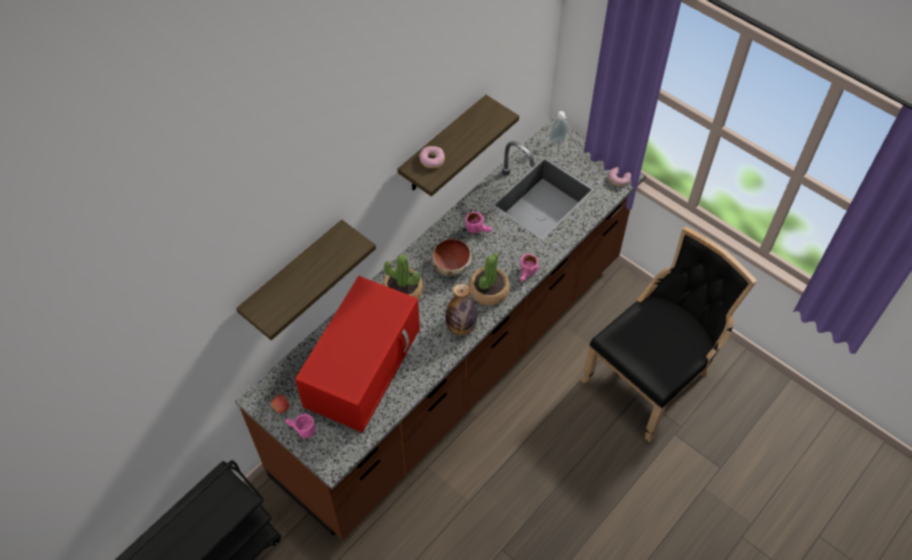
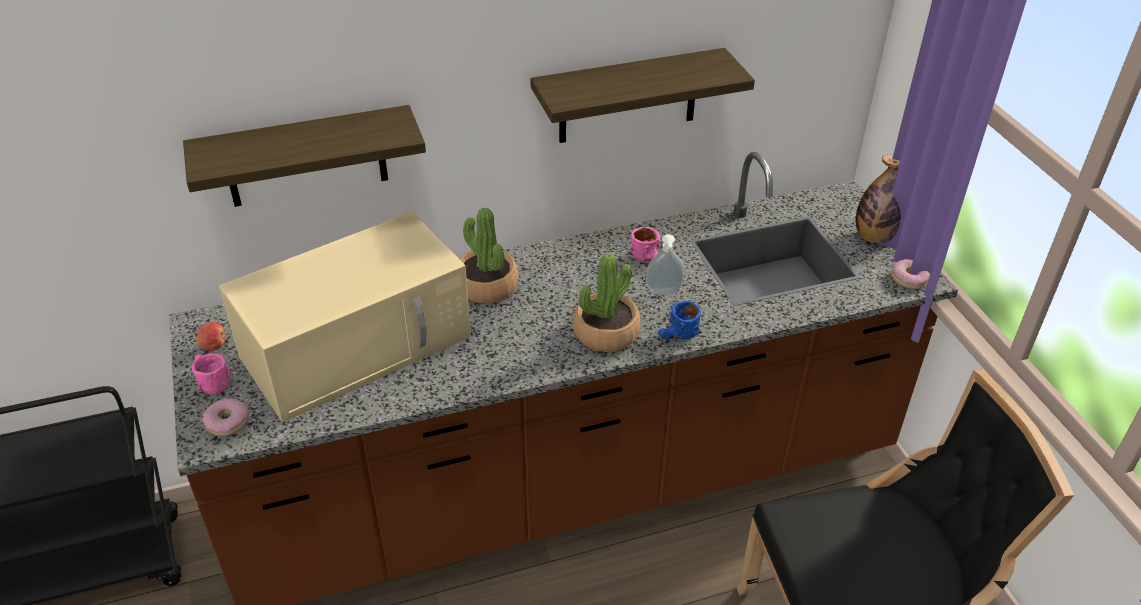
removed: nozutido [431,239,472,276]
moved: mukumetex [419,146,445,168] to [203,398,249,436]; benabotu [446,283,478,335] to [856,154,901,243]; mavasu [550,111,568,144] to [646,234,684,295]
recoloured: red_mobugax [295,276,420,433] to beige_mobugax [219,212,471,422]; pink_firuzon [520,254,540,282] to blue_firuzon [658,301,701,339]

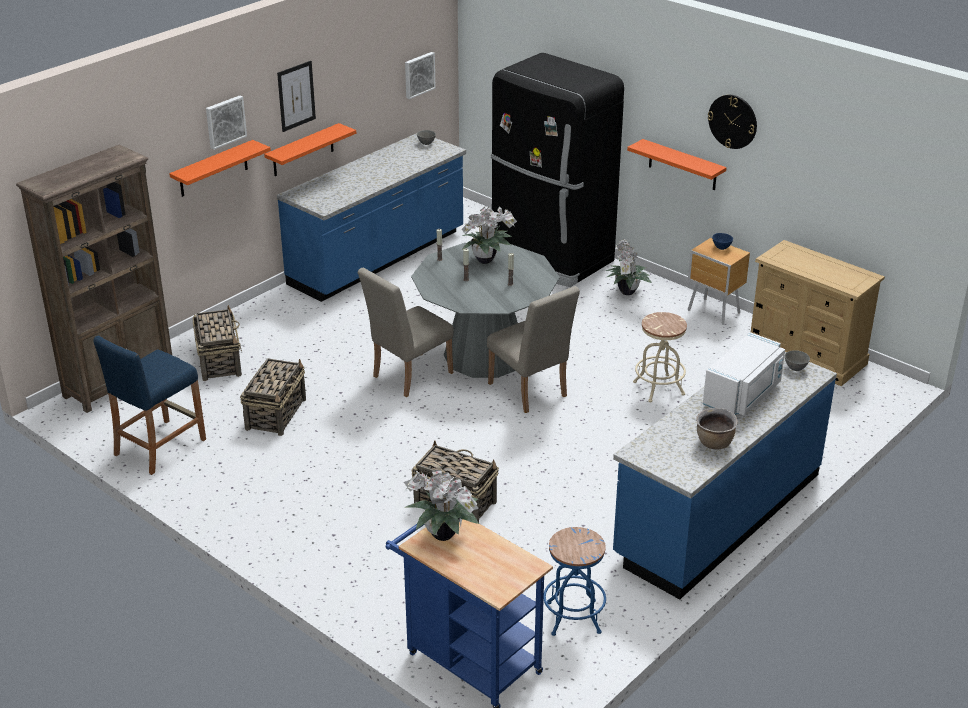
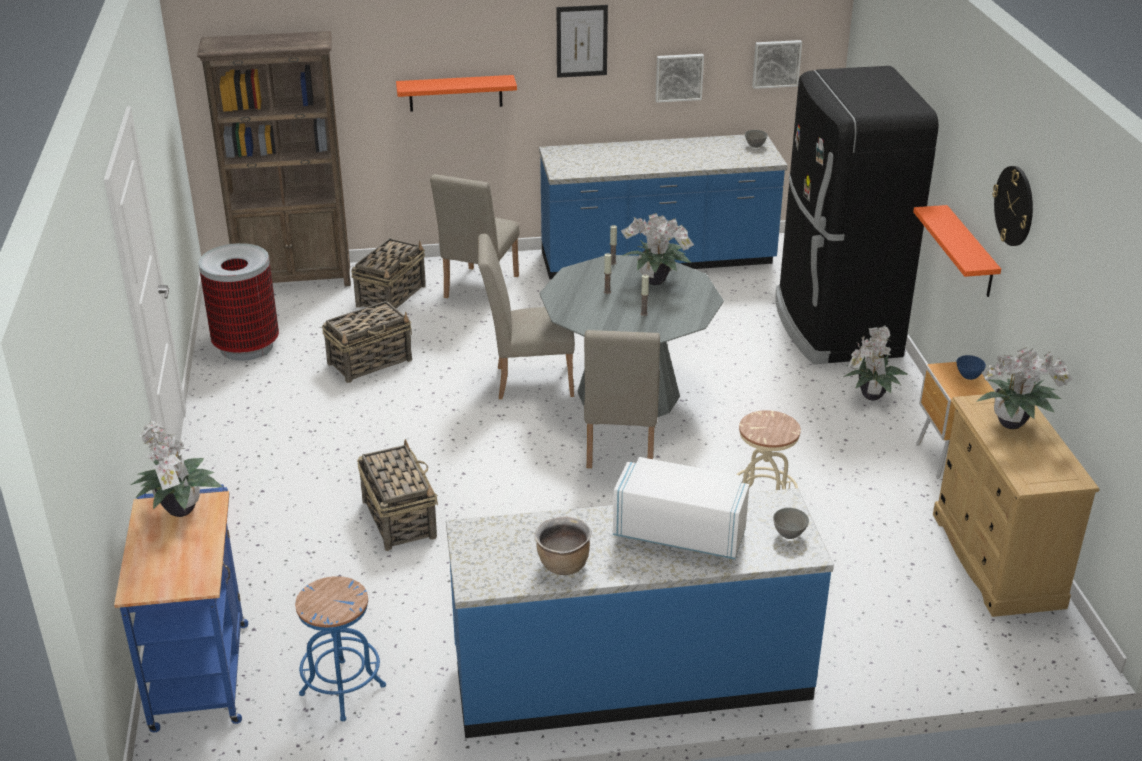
removed: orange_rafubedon [264,123,356,176]
added: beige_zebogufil [430,174,520,298]; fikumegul [976,347,1073,429]
moved: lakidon [206,95,247,150] to [655,54,704,103]
replaced: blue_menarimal [93,336,206,475] to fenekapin [198,243,279,361]
turned: white_mobugax [703,332,785,416] = [613,457,749,559] 150 degrees counterclockwise

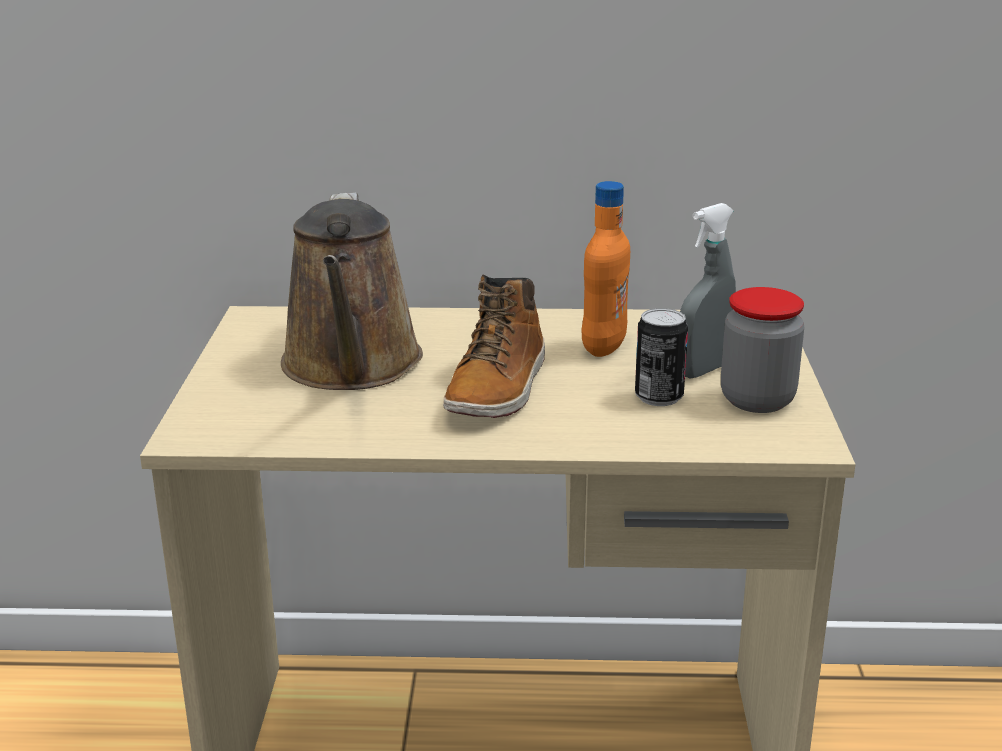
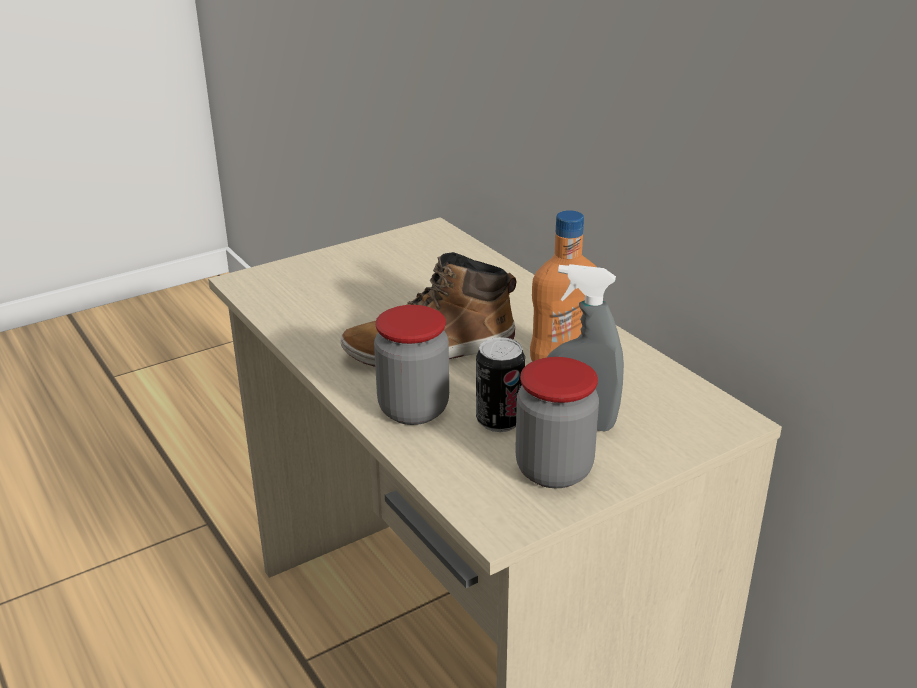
removed: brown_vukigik [281,192,423,390]
added: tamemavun [374,305,449,425]

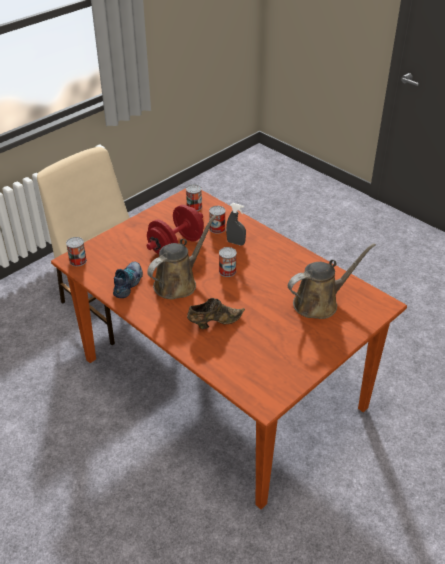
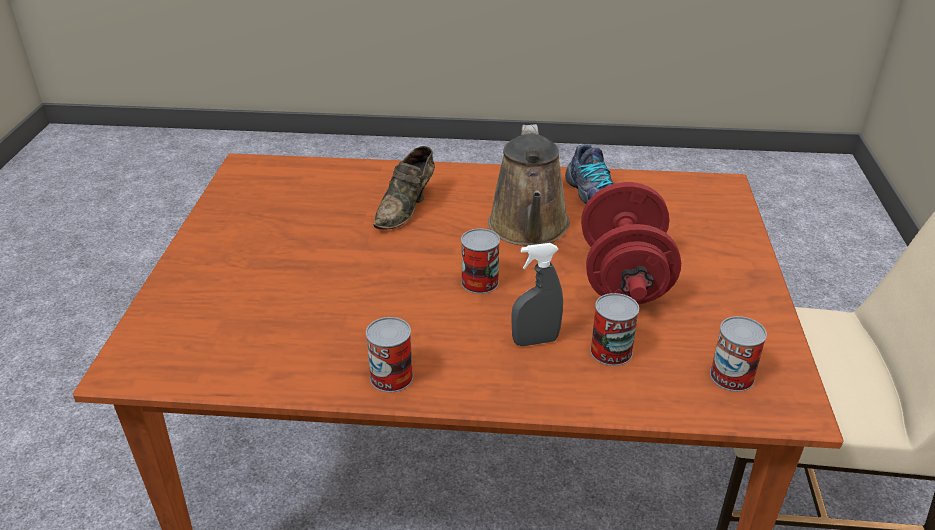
removed: brown_vukigik [288,243,376,319]
moved: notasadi [66,237,87,266] to [366,317,413,392]

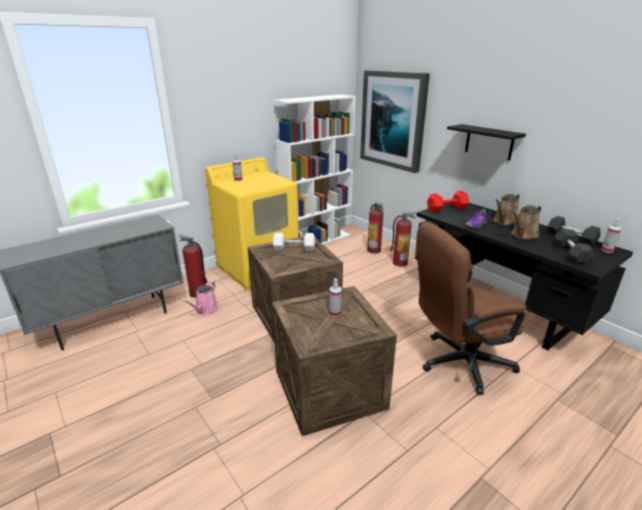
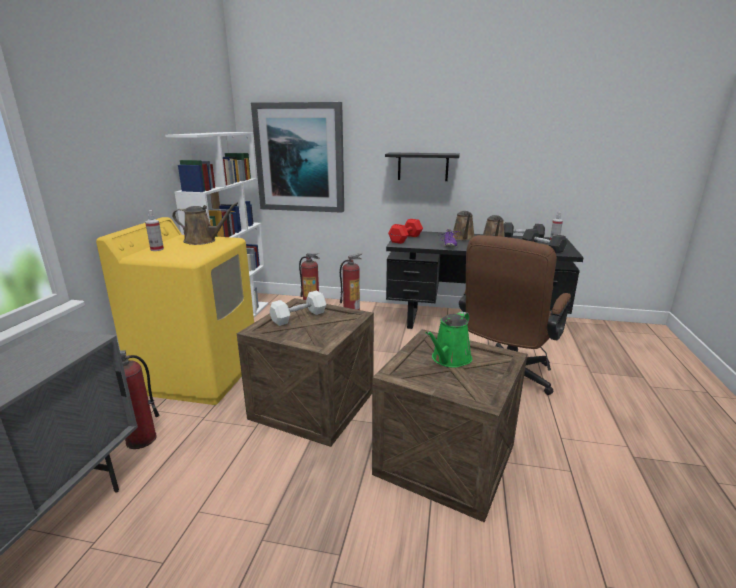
removed: pink_vukigik [183,282,219,315]
added: brown_vukigik [172,202,238,245]
replaced: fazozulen [329,279,342,317] to green_vukigik [426,311,472,368]

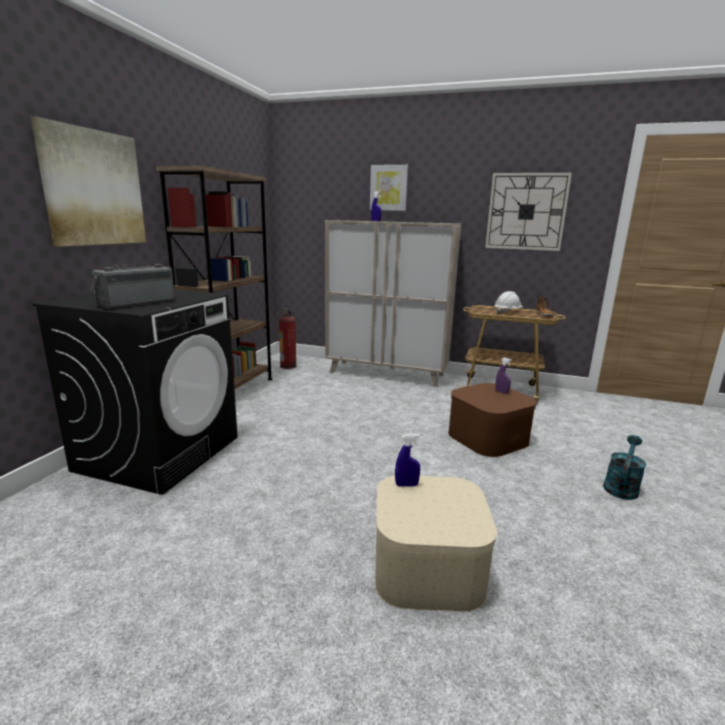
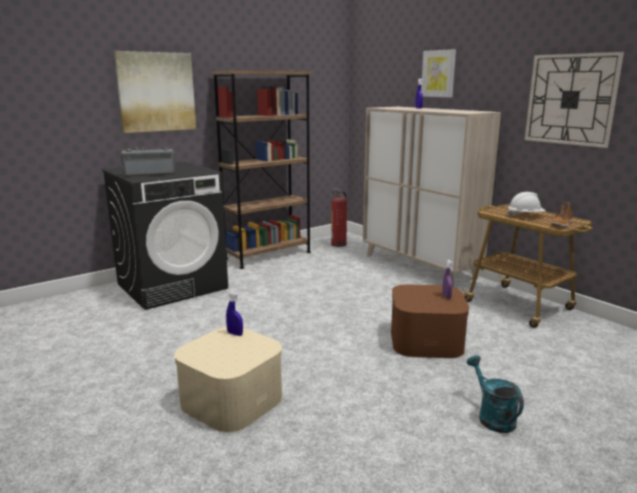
turned: turquoise_vukigik [603,435,646,500] = [467,355,524,433] 90 degrees counterclockwise

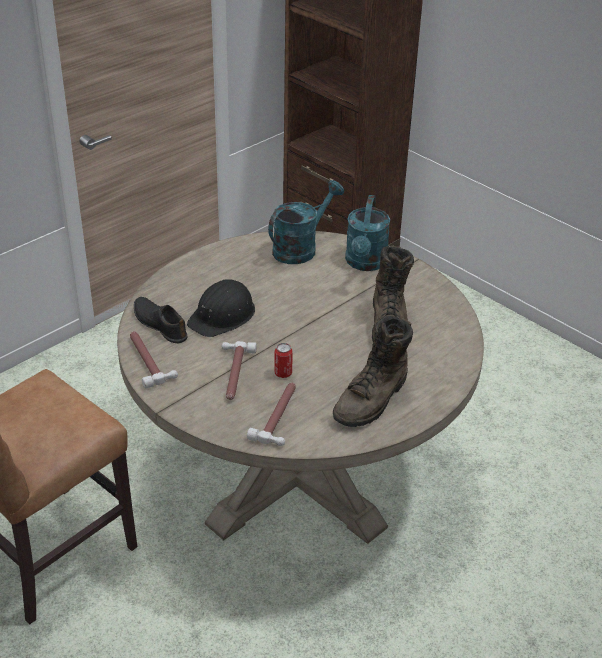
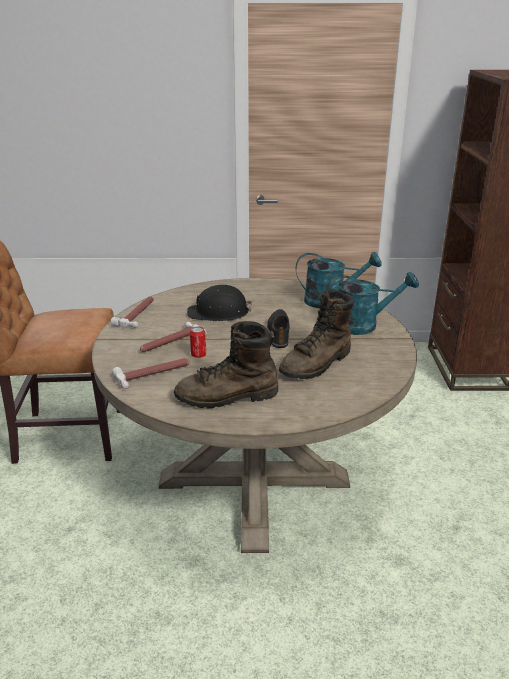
moved: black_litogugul [134,297,188,343] to [267,309,290,348]
turned: turquoise_vukigik [345,195,390,271] = [326,272,419,335] 150 degrees counterclockwise

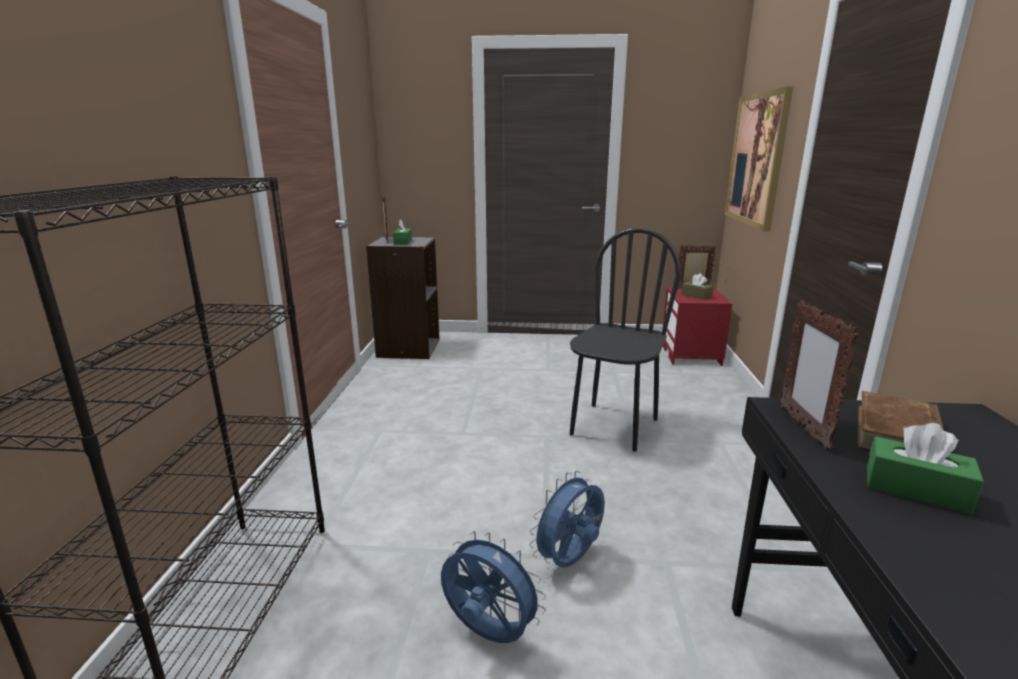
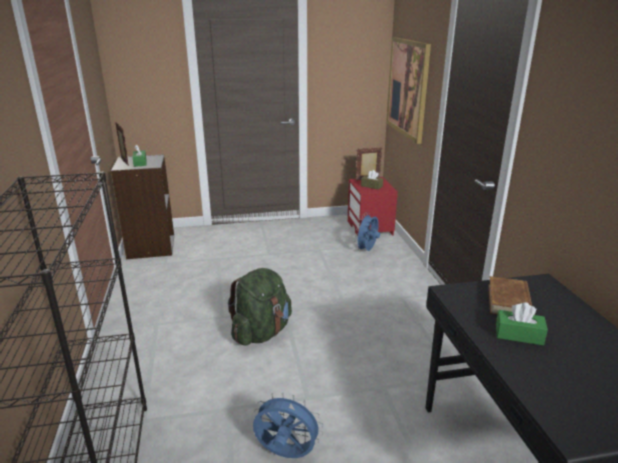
removed: black_zebogufil [570,228,681,452]; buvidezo [780,300,859,450]
added: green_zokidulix [228,268,292,346]
moved: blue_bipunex [529,470,605,568] to [355,214,380,252]

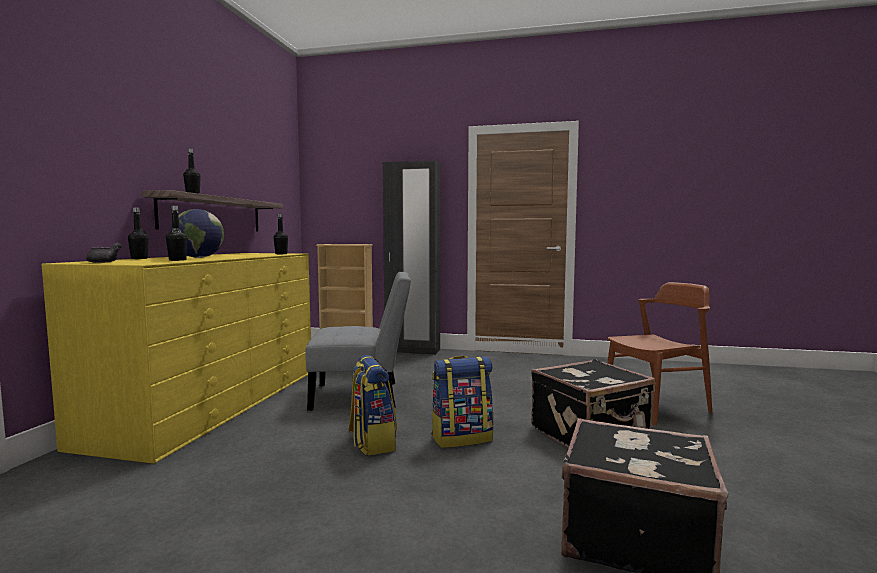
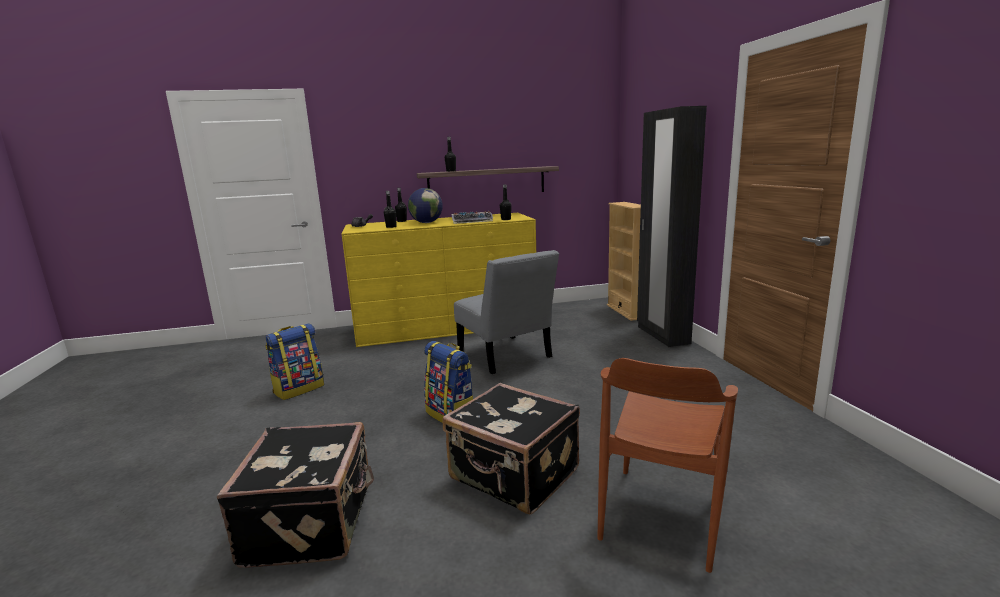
added: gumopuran [452,211,493,224]
moved: zokidulix [348,355,397,455] to [265,324,324,400]
turned: brown_zebogufil [607,282,712,425] = [597,358,738,573] 75 degrees clockwise

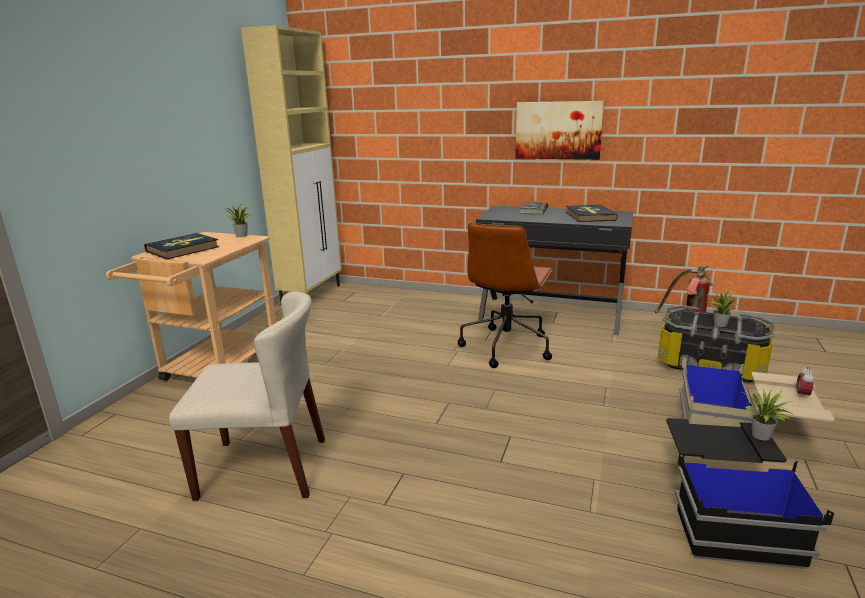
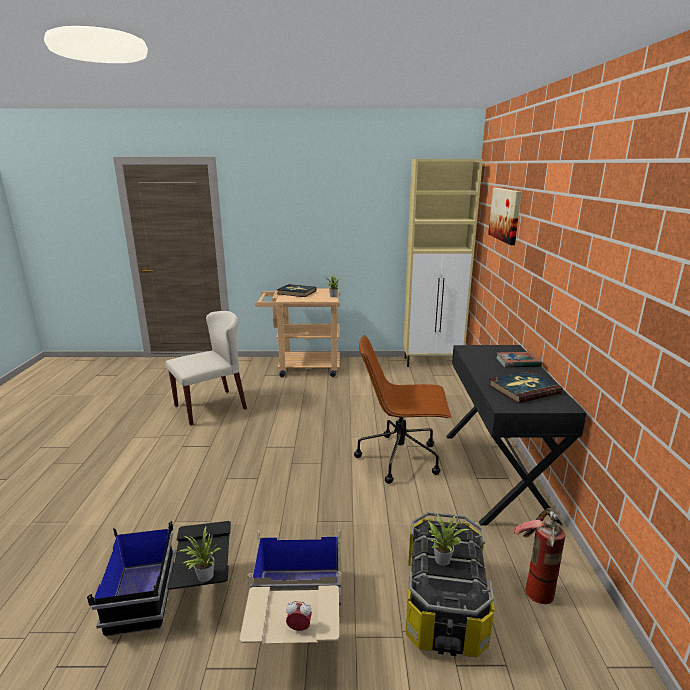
moved: lakidon [515,101,604,160] to [488,188,522,245]
turned: beige_zebogufil [169,291,325,501] = [166,311,247,425] 105 degrees counterclockwise

